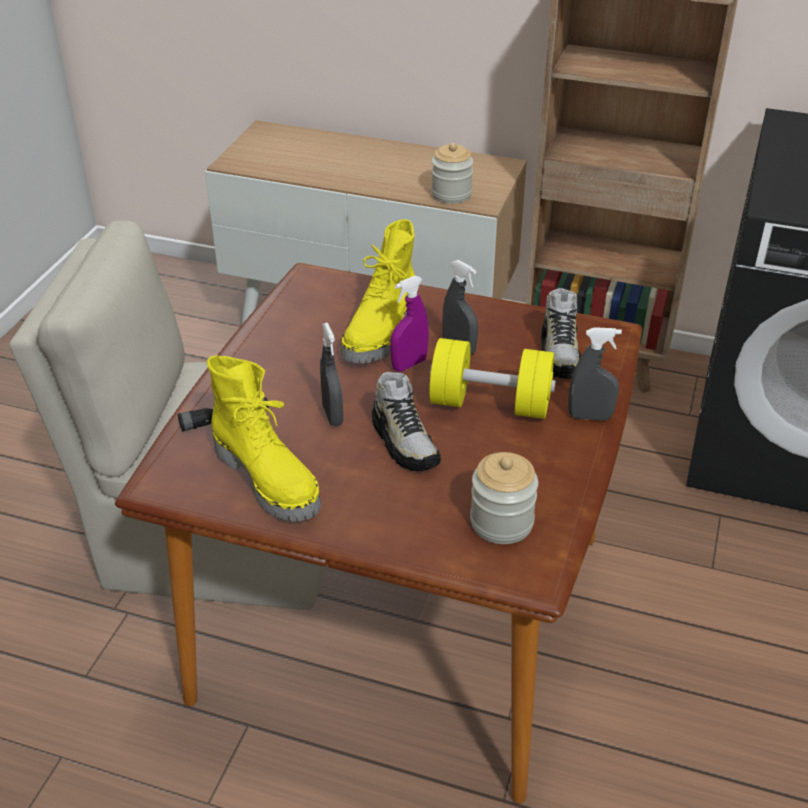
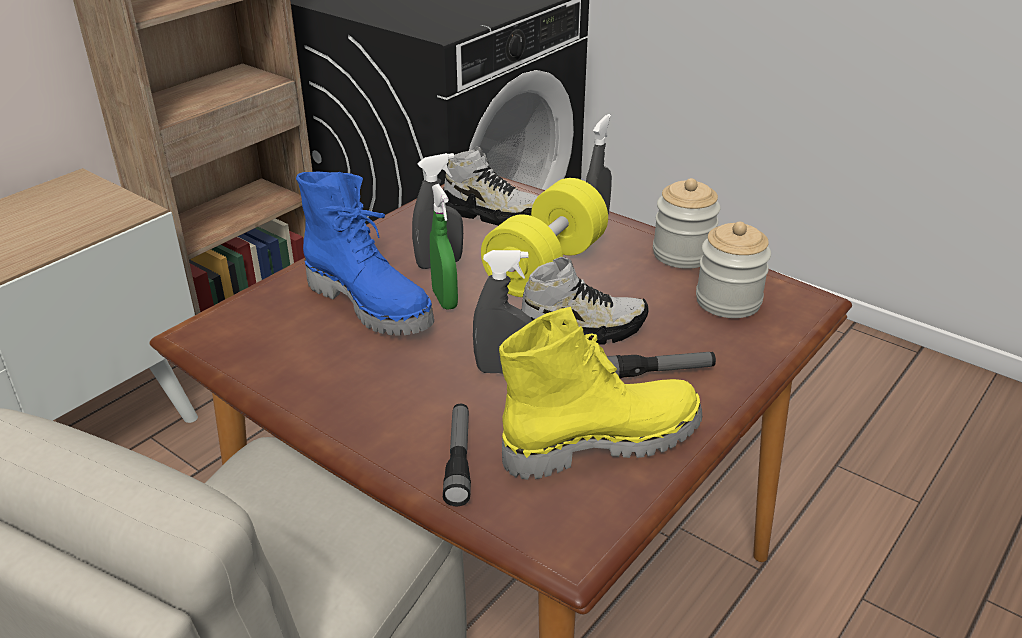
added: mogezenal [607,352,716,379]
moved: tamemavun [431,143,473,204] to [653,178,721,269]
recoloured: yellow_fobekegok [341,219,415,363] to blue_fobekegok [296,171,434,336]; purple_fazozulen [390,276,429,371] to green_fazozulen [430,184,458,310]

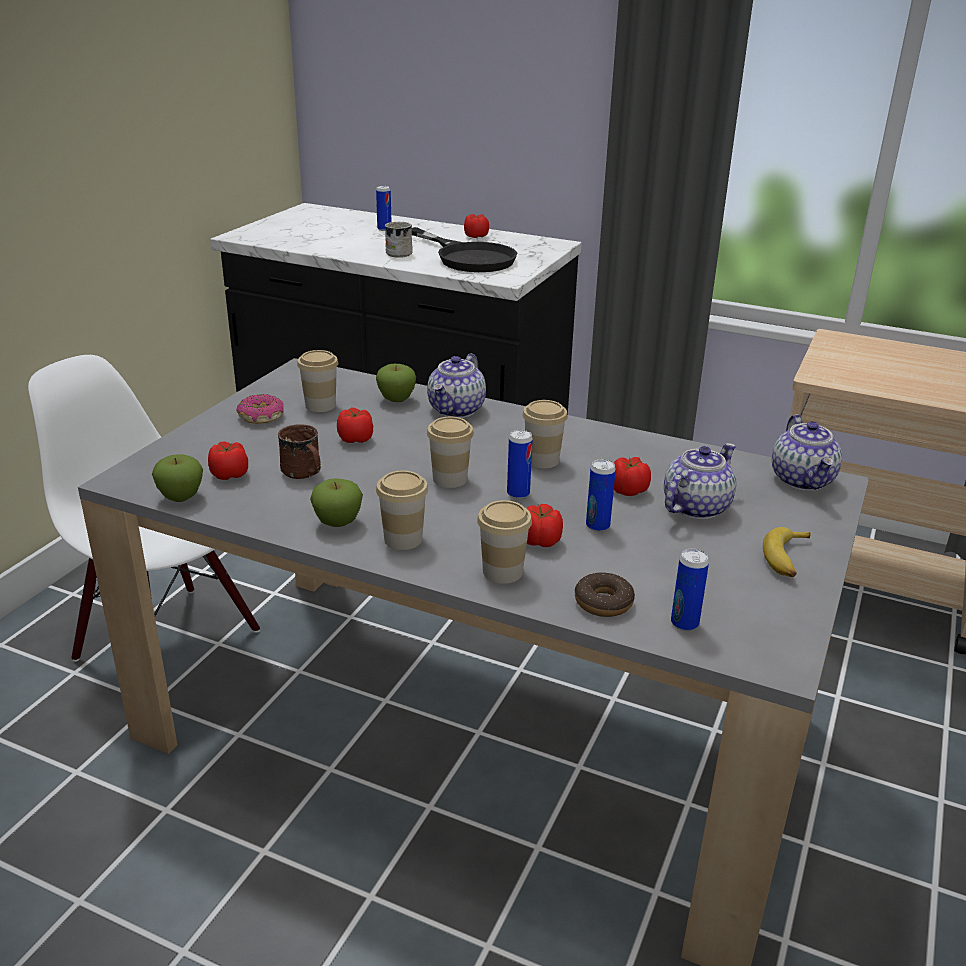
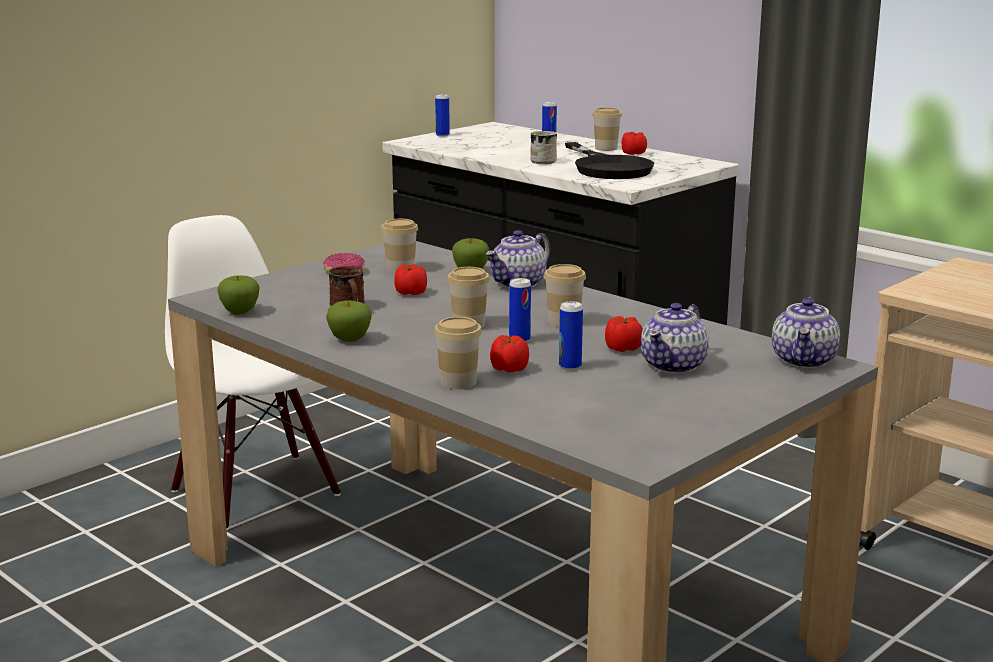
removed: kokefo [208,441,248,480]; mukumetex [575,572,635,617]; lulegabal [763,527,811,577]
moved: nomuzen [376,471,428,550] to [592,107,622,151]; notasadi [671,549,709,631] to [435,94,450,137]
turned: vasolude [664,443,736,519] = [641,303,709,374] 150 degrees clockwise

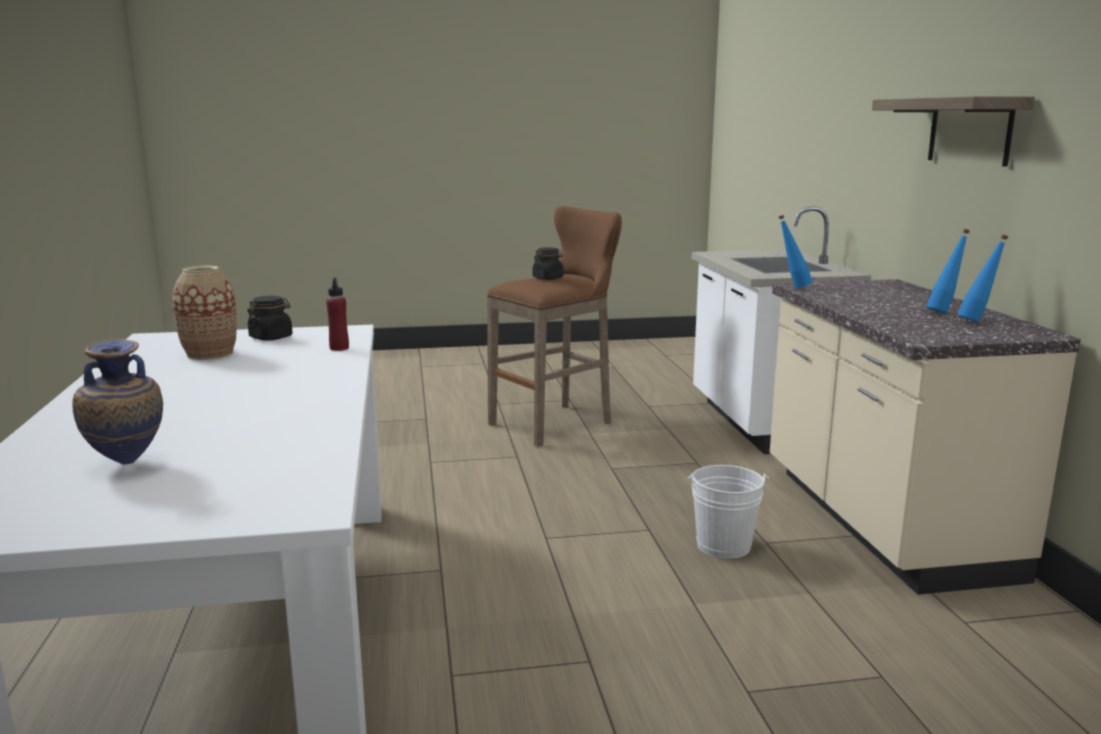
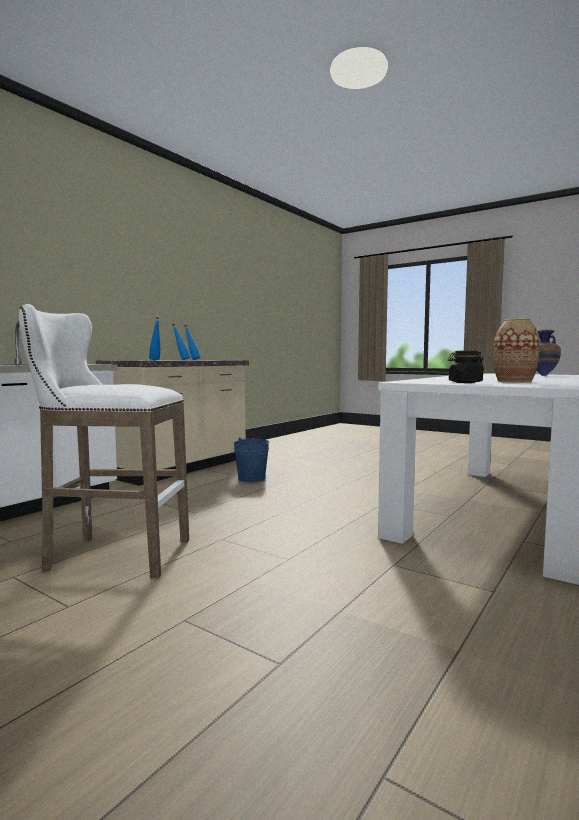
removed: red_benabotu [326,277,349,351]; black_tamemavun [533,247,563,280]; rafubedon [872,96,1035,167]
recoloured: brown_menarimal [487,206,622,447] to white_menarimal [19,304,189,578]; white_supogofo [688,465,770,559] to blue_supogofo [234,438,269,482]

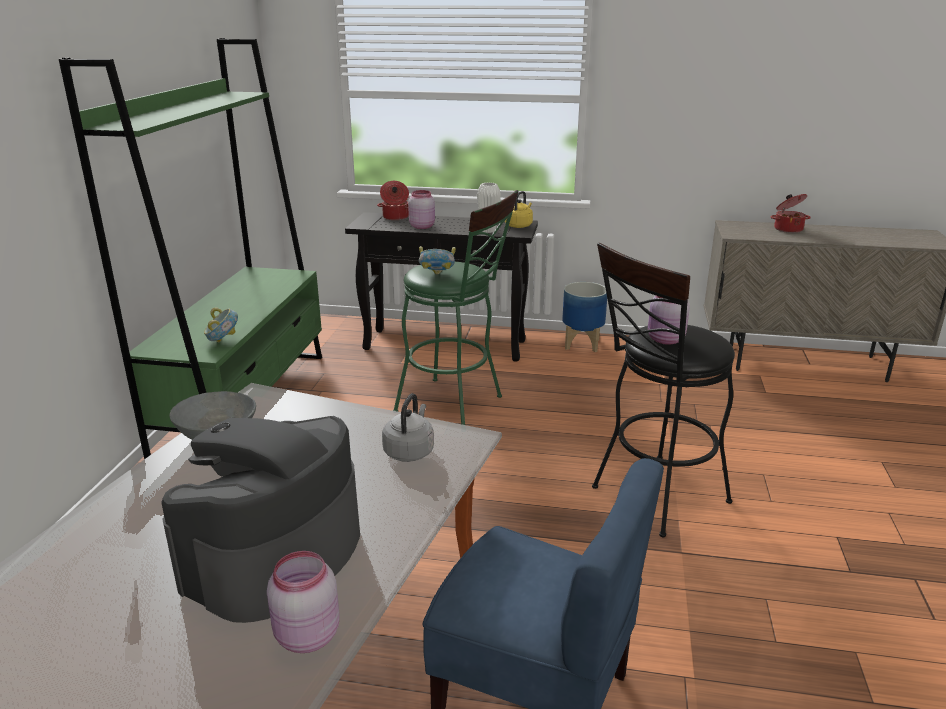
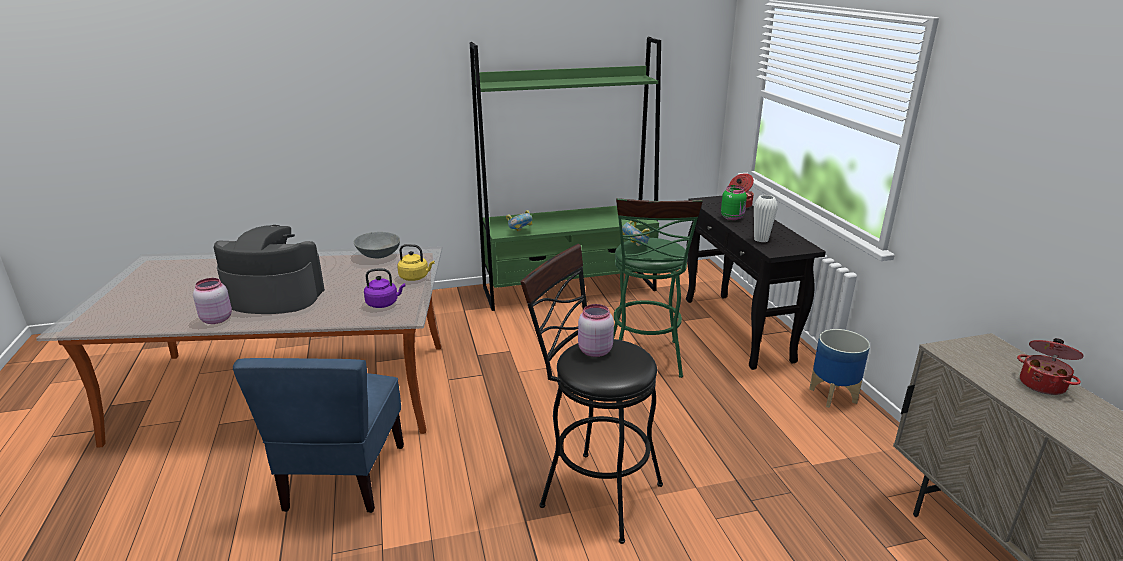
moved: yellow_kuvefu [505,191,533,228] to [397,244,434,281]
recoloured: grey_kuvefu [382,393,434,462] to purple_kuvefu [364,268,405,308]; pink_tamemavun [408,190,435,229] to green_tamemavun [721,185,747,220]

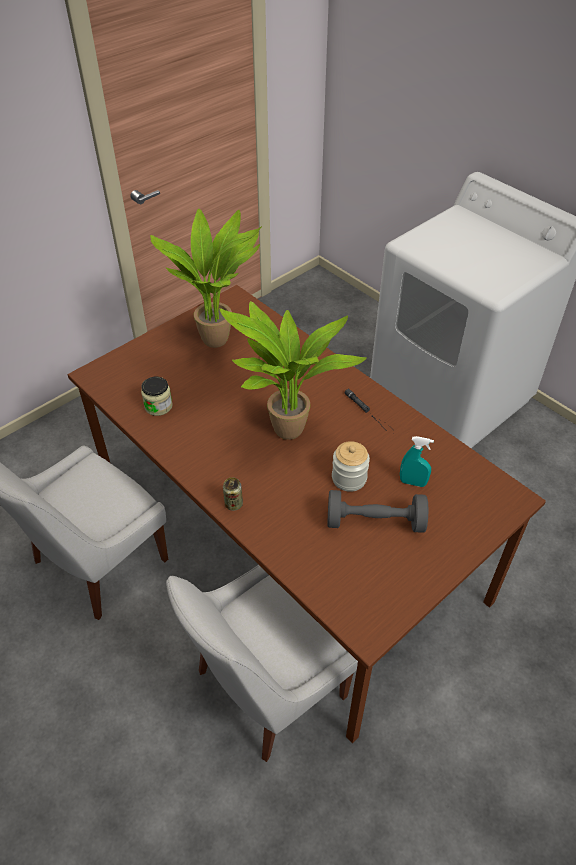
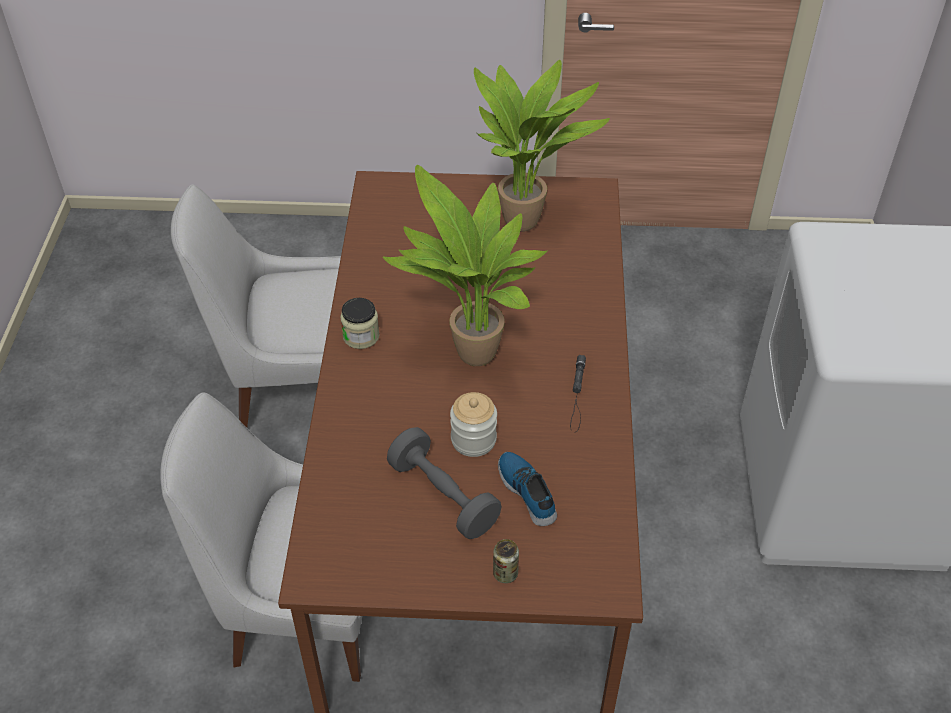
moved: tamemavun [141,377,173,416] to [340,298,380,349]; notasadi [223,477,243,511] to [493,539,519,583]
replaced: turquoise_fazozulen [400,436,434,487] to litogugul [498,452,557,526]

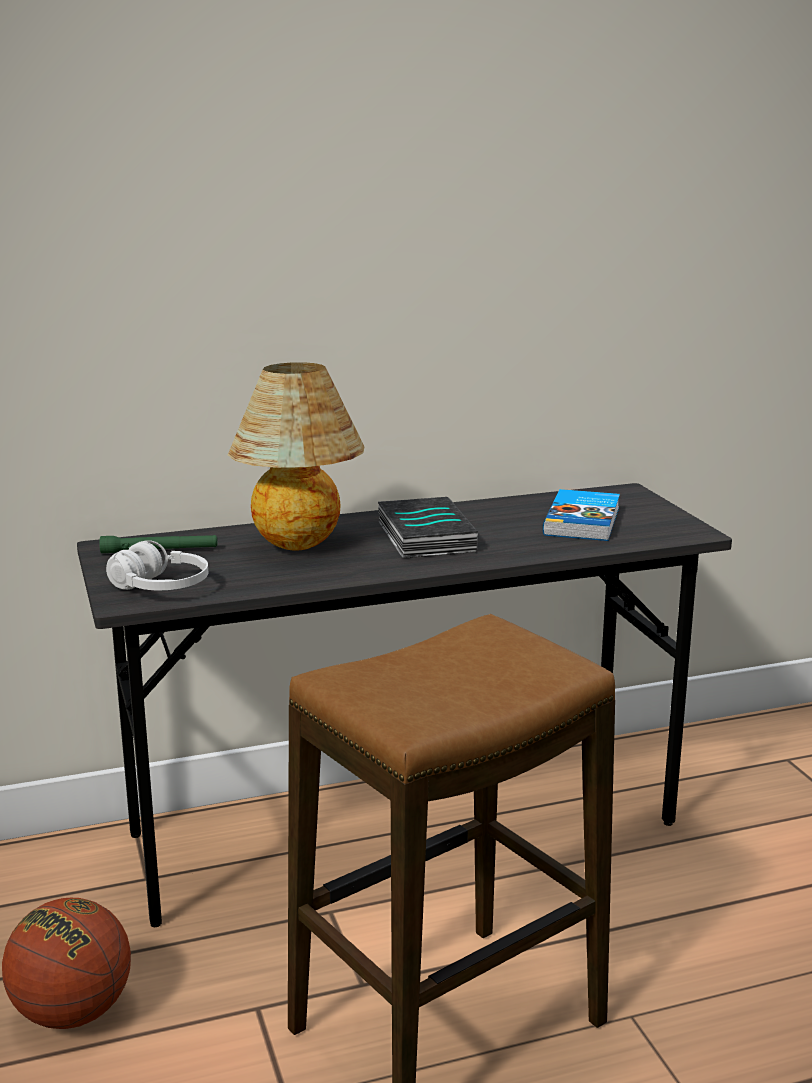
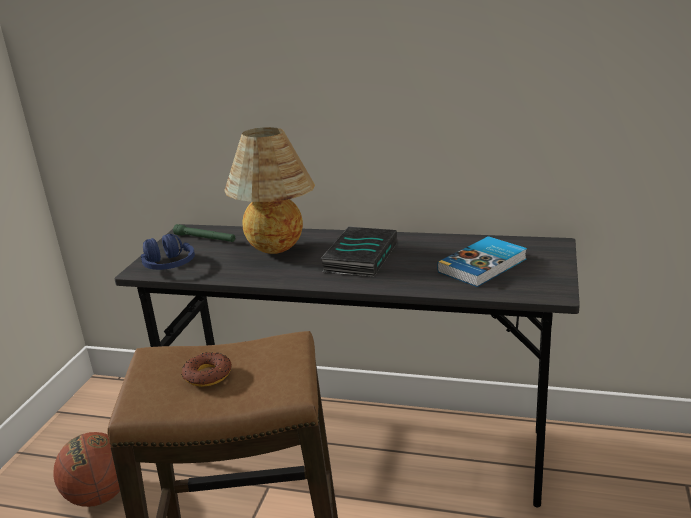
added: mukumetex [181,352,232,387]
recoloured: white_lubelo [106,540,208,590] to blue_lubelo [141,234,195,270]

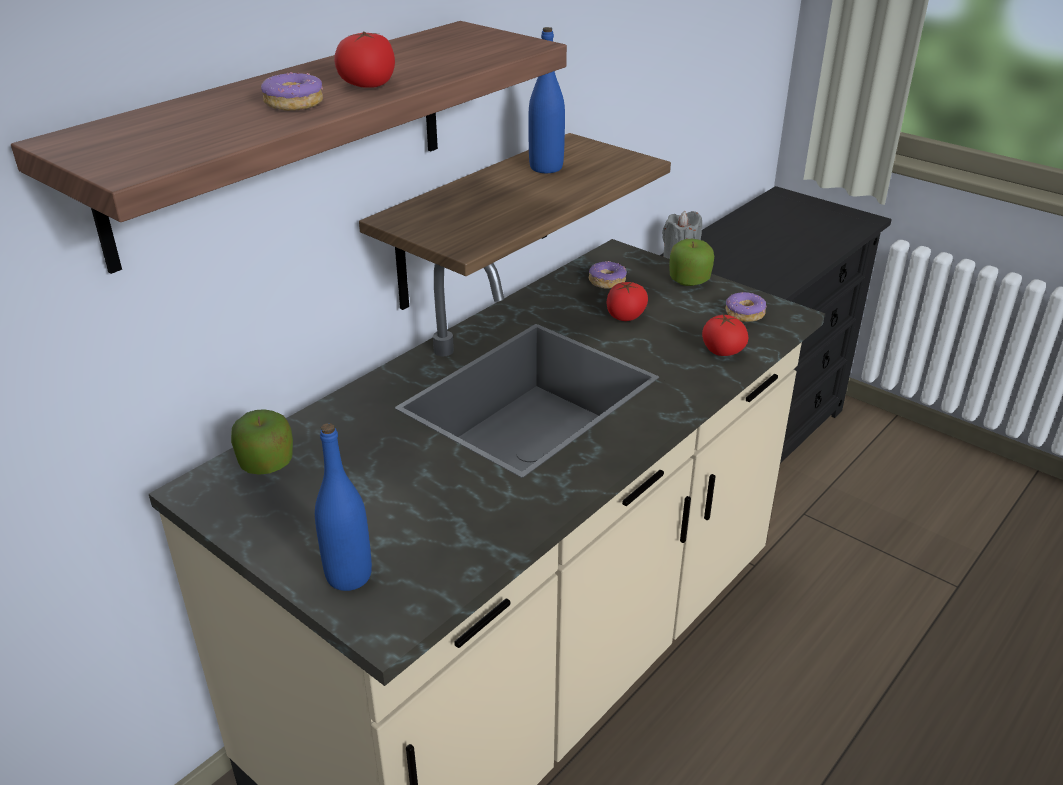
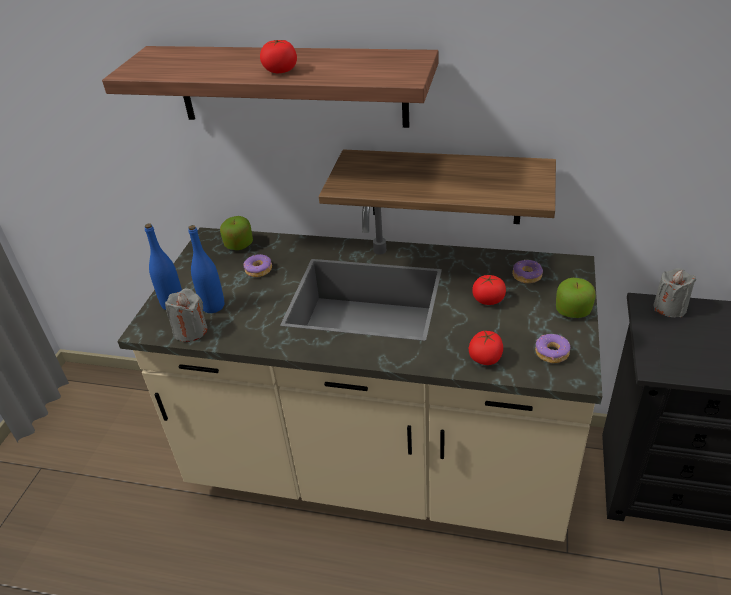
added: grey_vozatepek [165,288,207,342]
moved: mukumetex [261,72,323,111] to [243,254,272,277]; blue_benabotu [528,27,565,173] to [188,225,224,313]

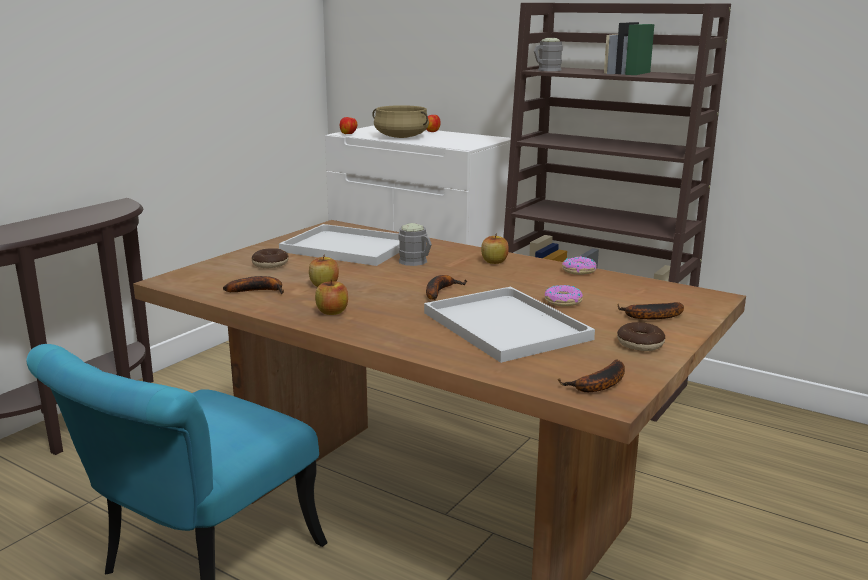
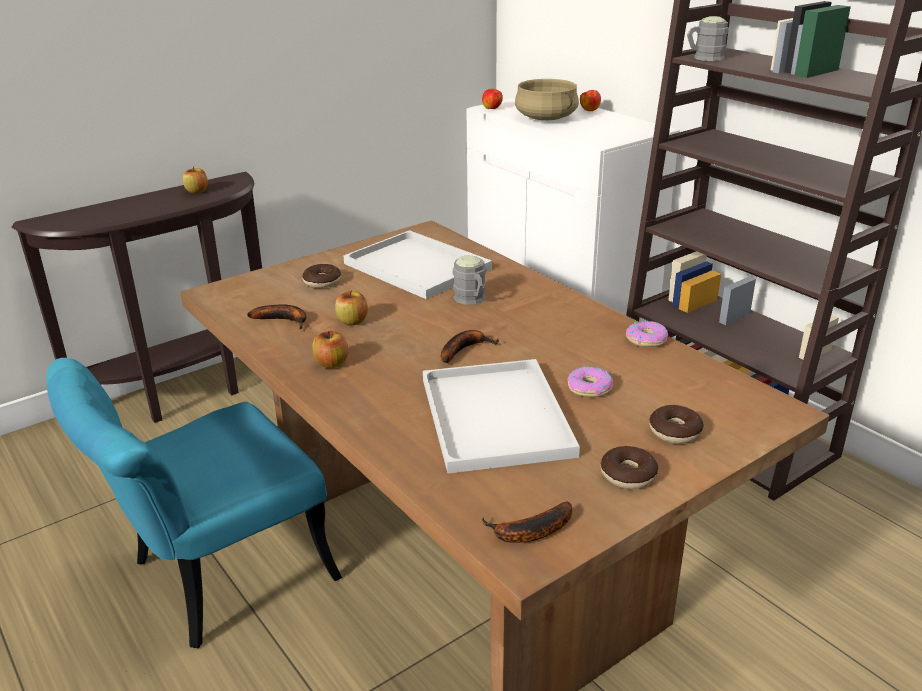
moved: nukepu [481,233,509,264] to [183,166,208,194]
replaced: lulegabal [618,302,684,319] to mukumetex [649,405,704,444]

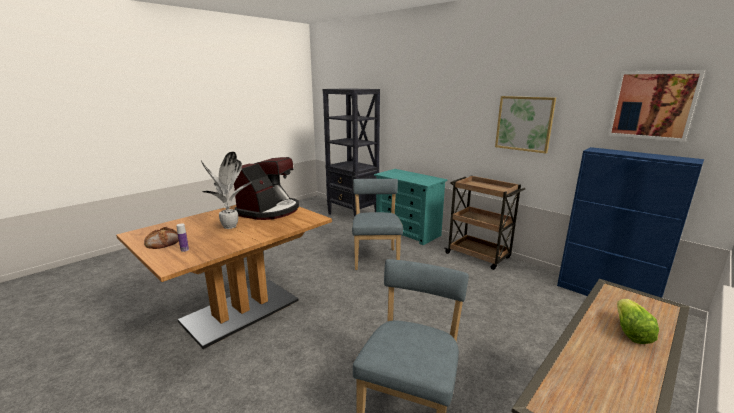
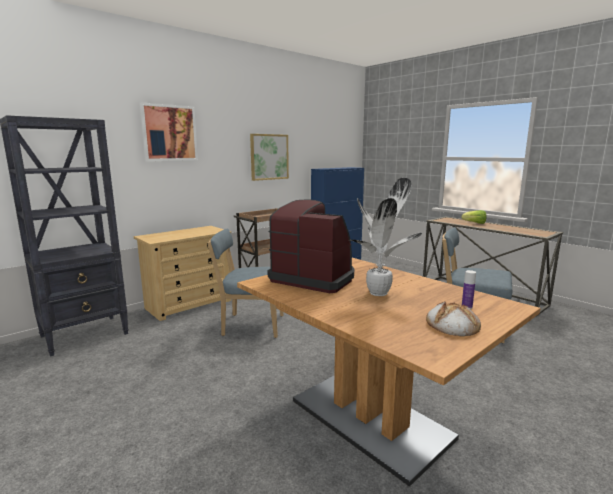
moved: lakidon [608,70,705,142] to [140,103,198,161]
recoloured: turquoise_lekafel [374,169,448,245] to beige_lekafel [134,226,231,321]

